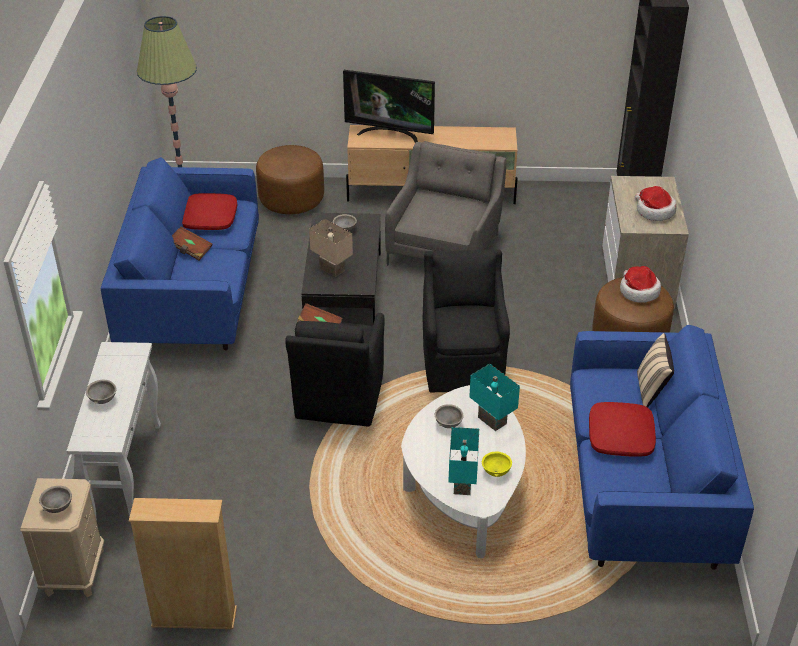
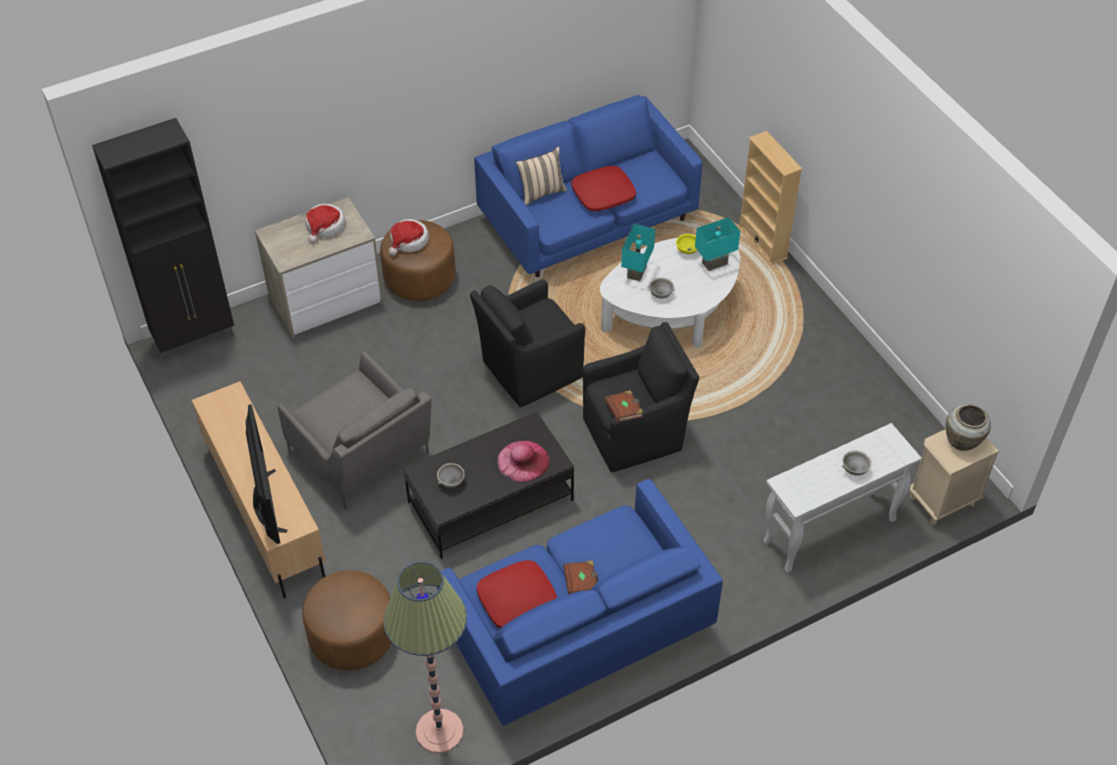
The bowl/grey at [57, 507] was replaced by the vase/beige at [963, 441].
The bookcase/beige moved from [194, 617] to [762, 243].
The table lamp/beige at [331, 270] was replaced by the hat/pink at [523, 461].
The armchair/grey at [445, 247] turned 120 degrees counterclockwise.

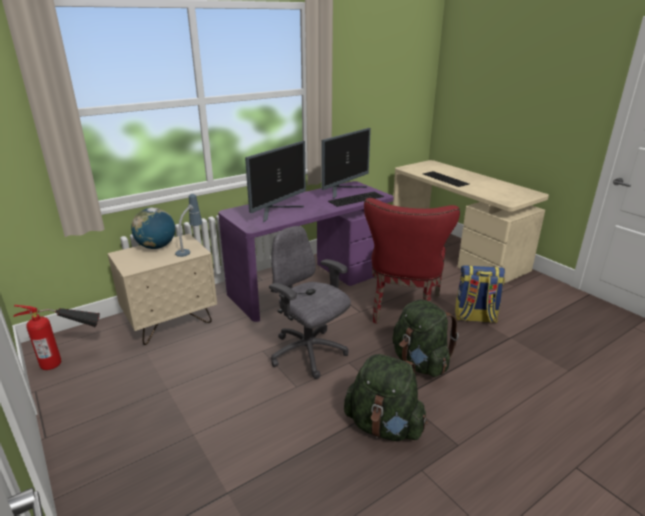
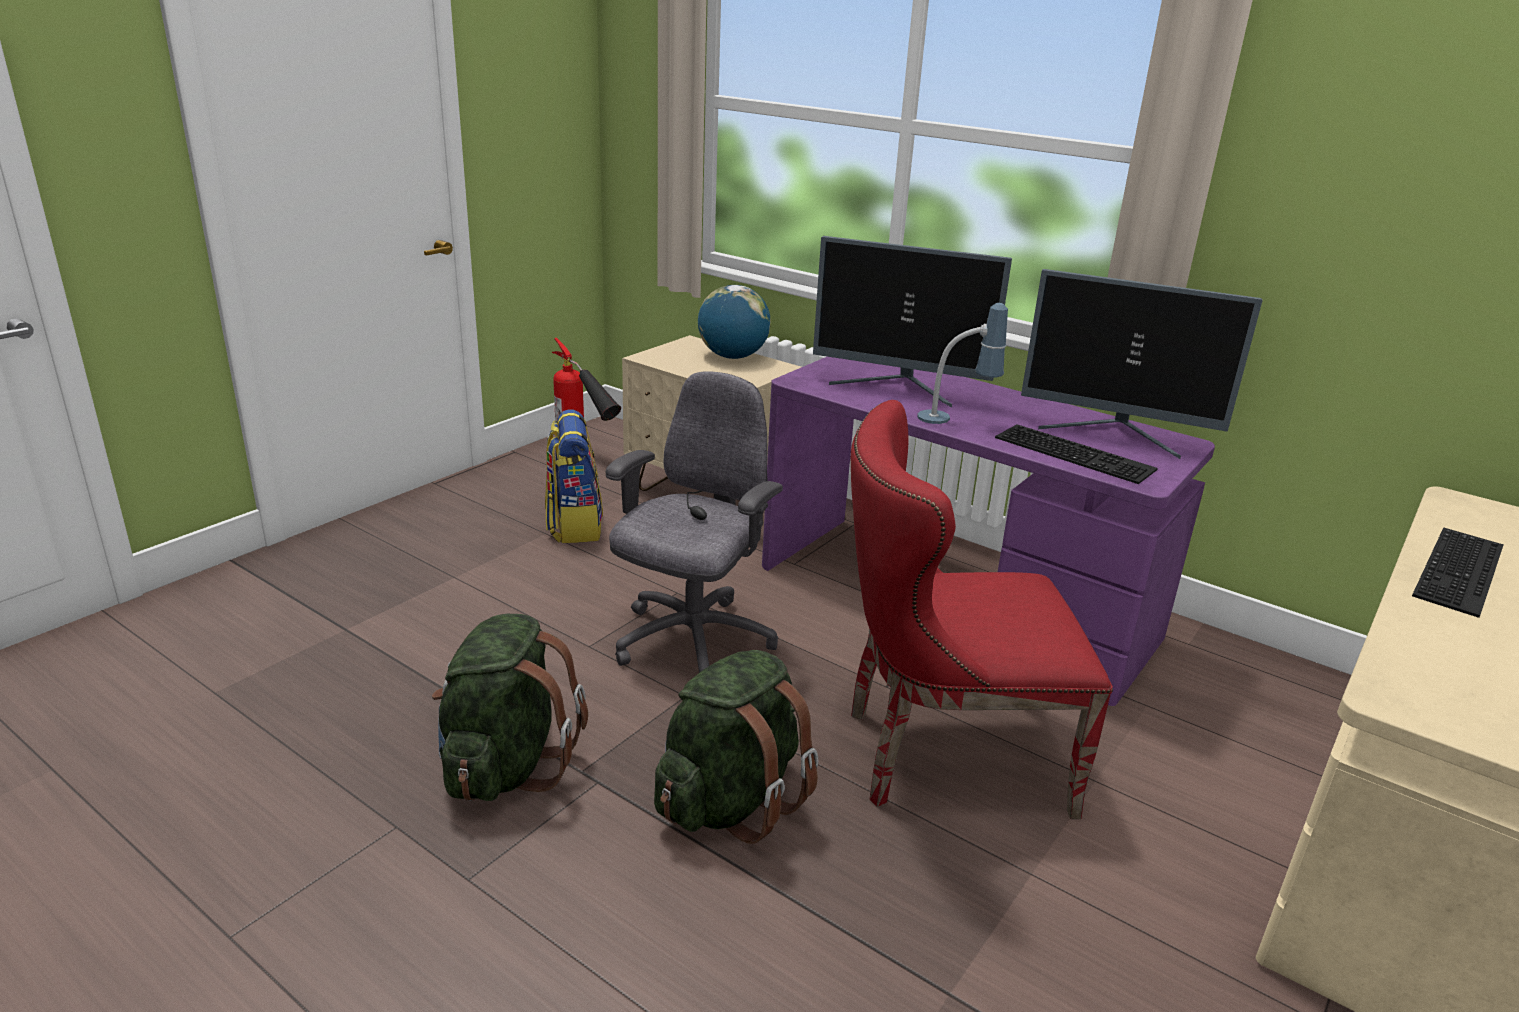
The table lamp moved from [190, 249] to [956, 421].
The backpack moved from [474, 317] to [574, 525].

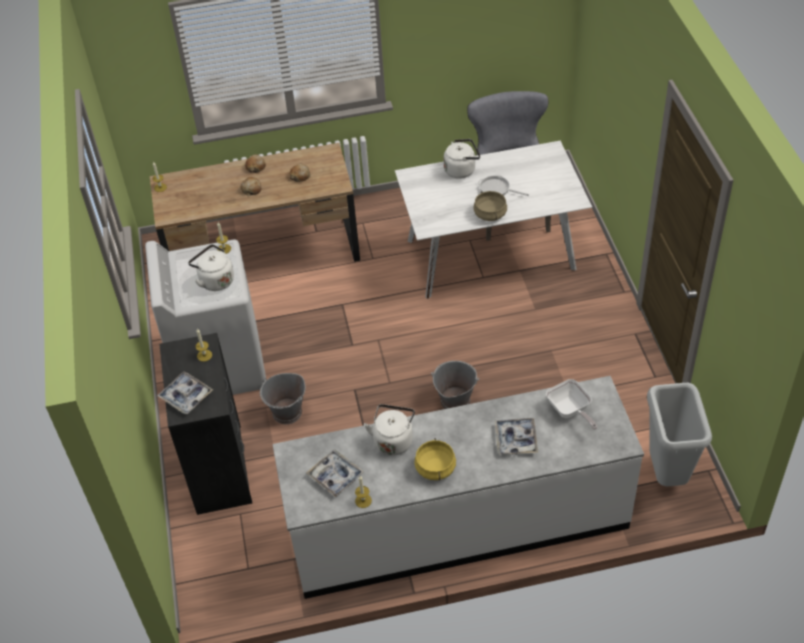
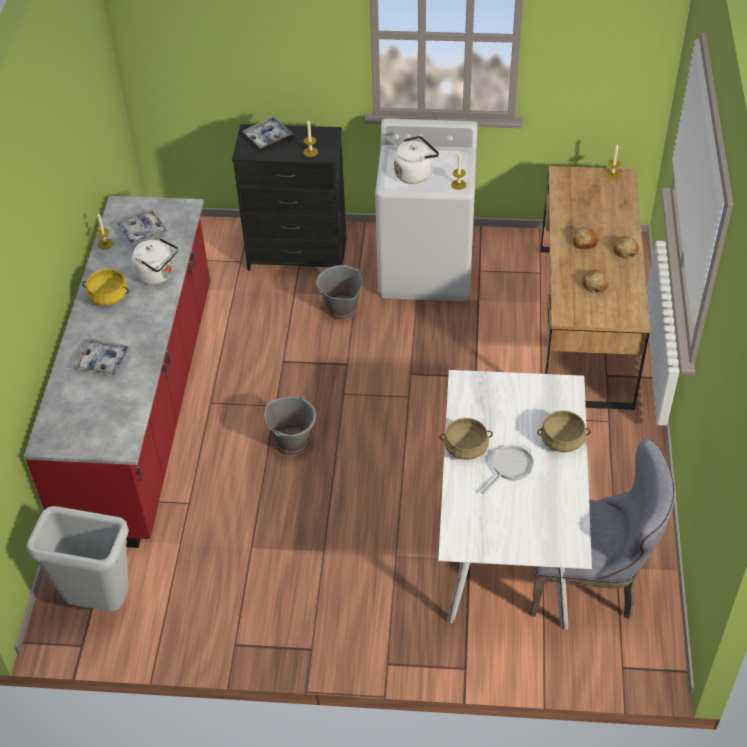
The counter/white at [458, 523] became the counter/red at [143, 407].
The kettle/white at [461, 170] was replaced by the cooking pot/beige at [562, 441].
The frying pan at [570, 411] disappeared.

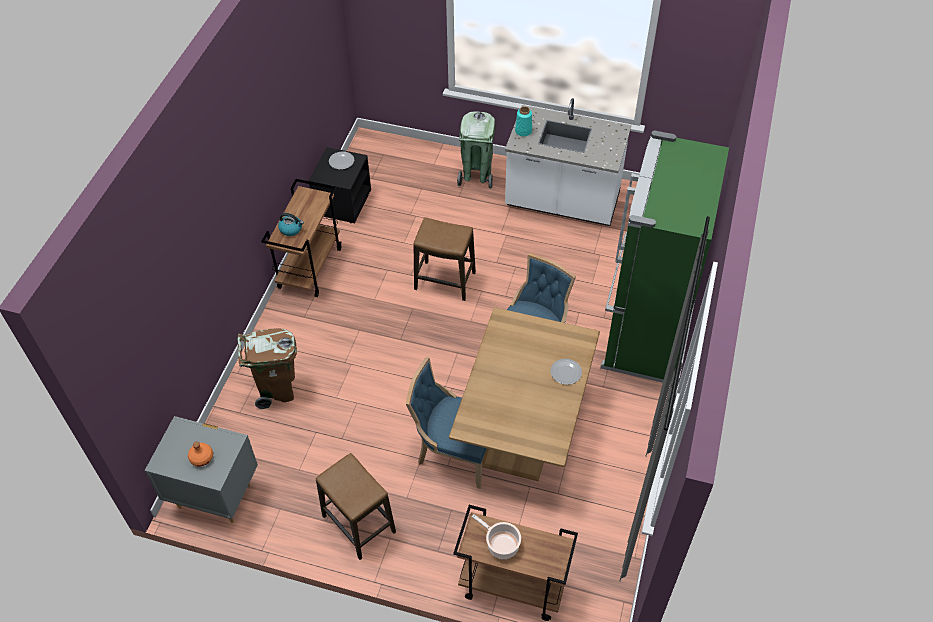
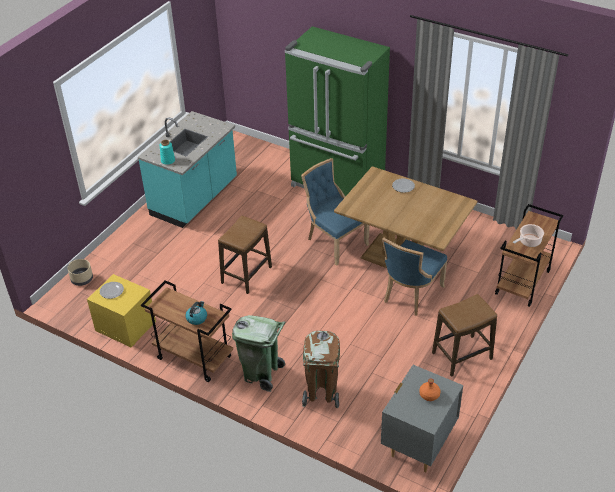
The nightstand/black at [342, 202] became the nightstand/yellow at [125, 326].
The trash can/green moved from [476, 176] to [261, 374].
The counter/white at [562, 202] became the counter/turquoise at [195, 198].
The planter/beige at [82, 279] appeared.

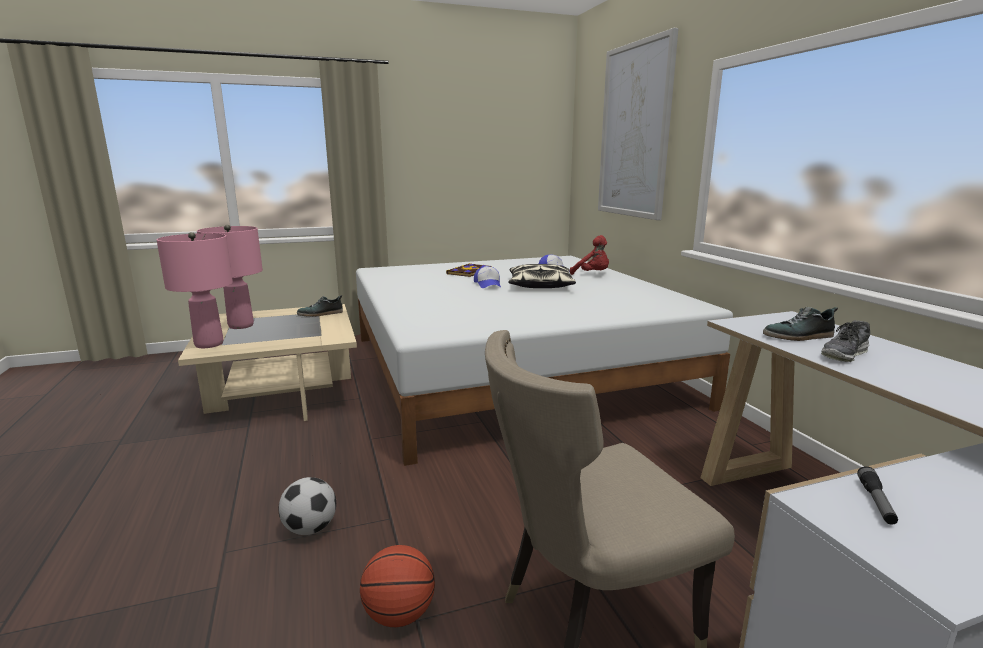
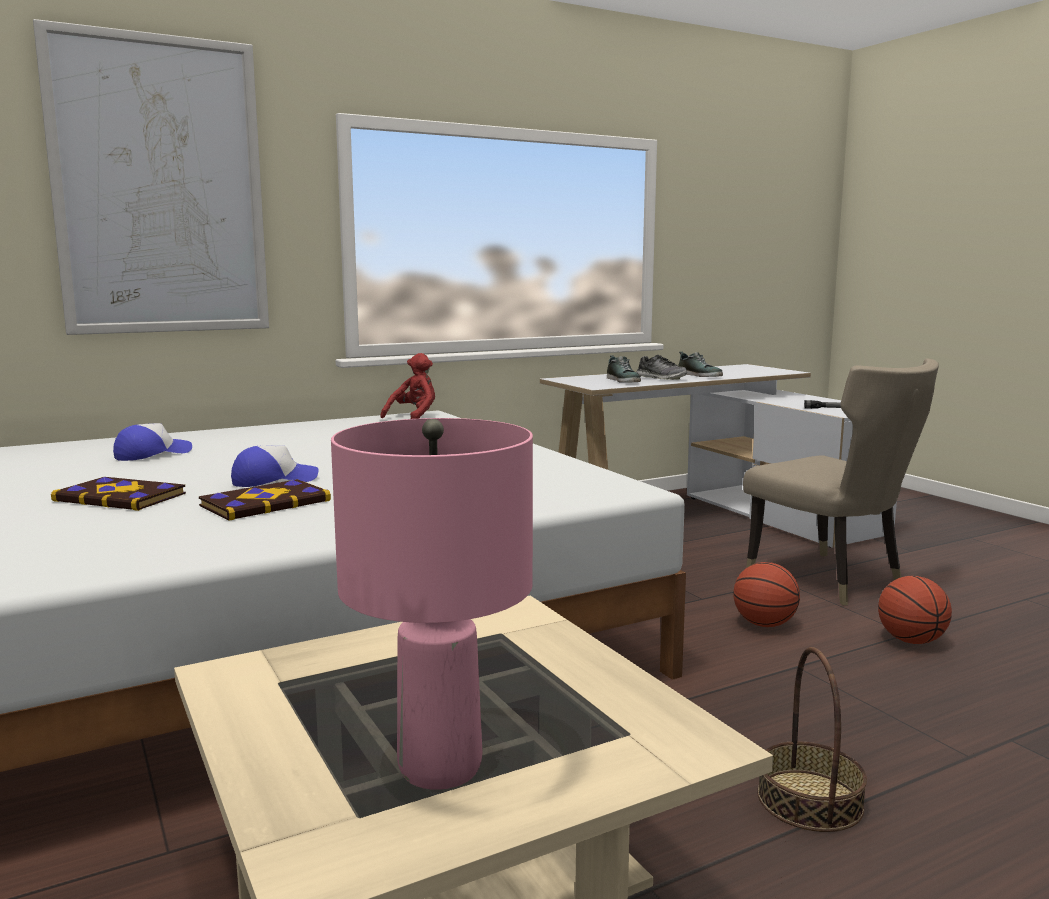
The table lamp/pink at [209, 344] disappeared.
The football at [310, 528] disappeared.
The shoe moved from [320, 314] to [700, 375].
The pillow at [540, 285] disappeared.
The plush toy/red moved from [592, 275] to [414, 417].
The book at [265, 503] appeared.
The basketball at [764, 624] appeared.
The basket at [809, 800] appeared.

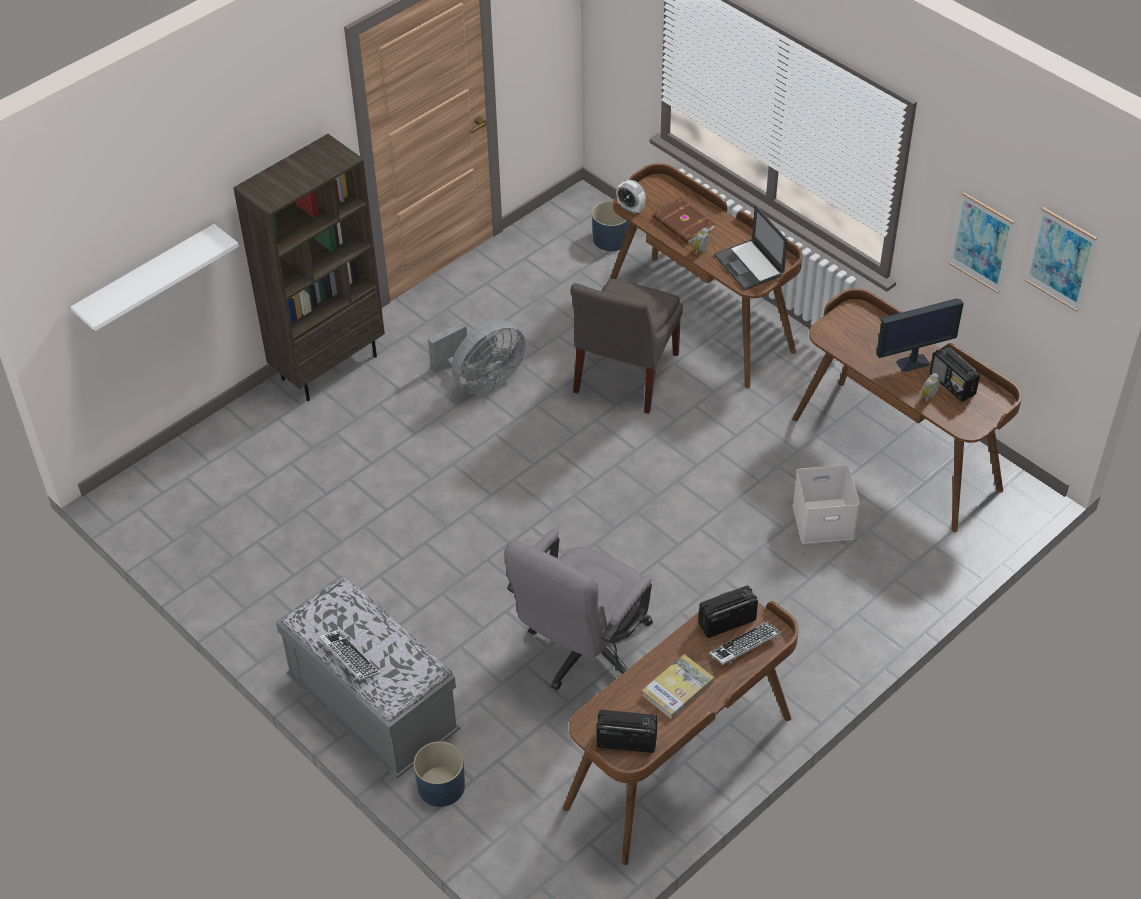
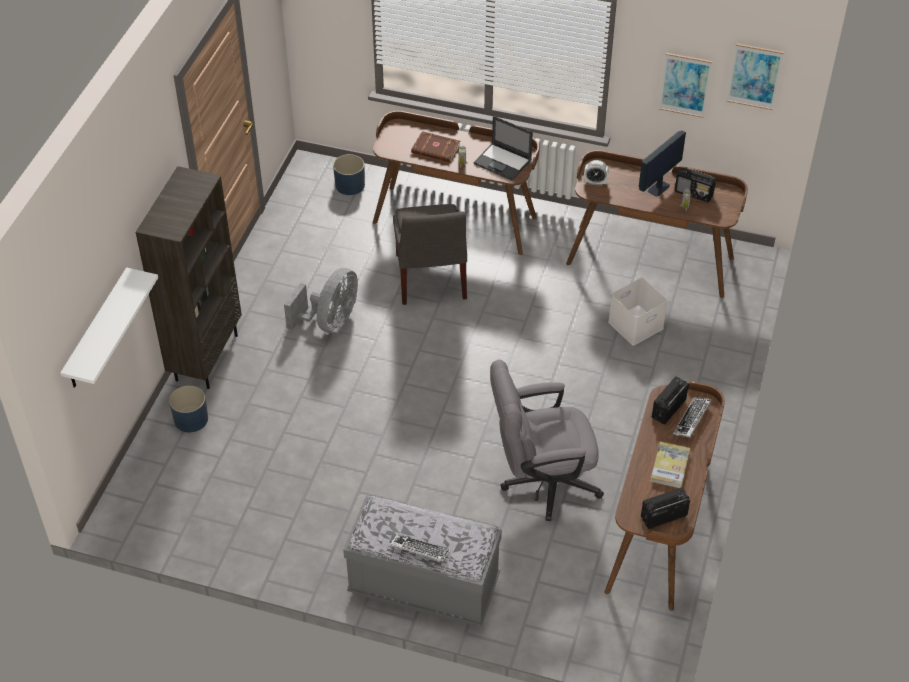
The planter/blue moved from [441, 786] to [191, 419].
The office chair/grey at [582, 653] turned 75 degrees clockwise.
The alarm clock moved from [630, 208] to [595, 182].

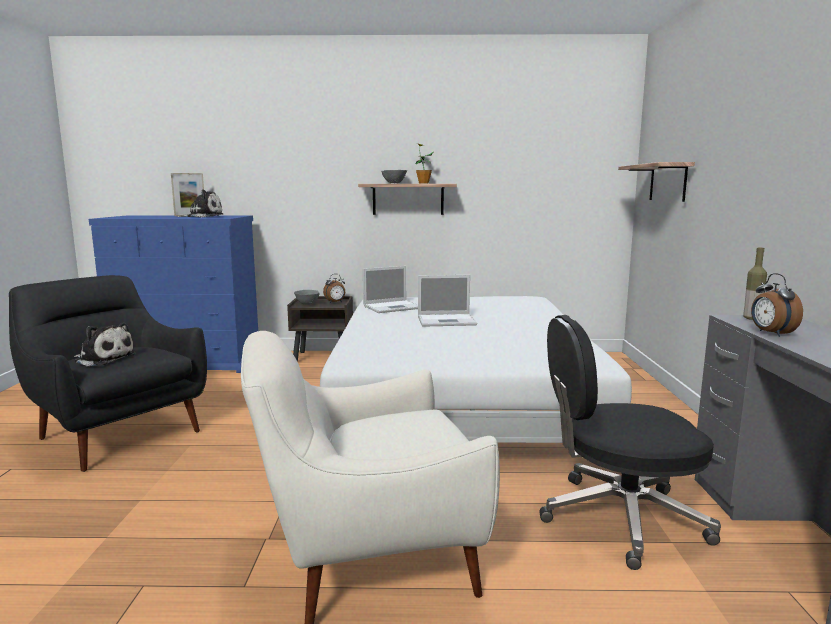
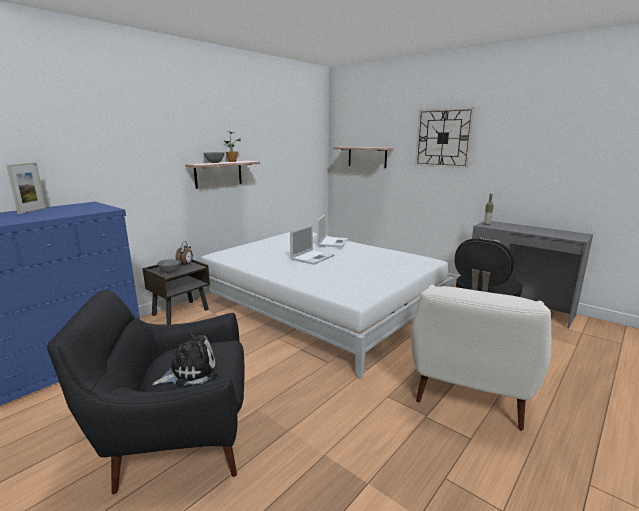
The plush toy at [203, 216] disappeared.
The laptop moved from [393, 307] to [332, 242].
The alarm clock at [770, 333] disappeared.
The wall clock at [443, 138] appeared.

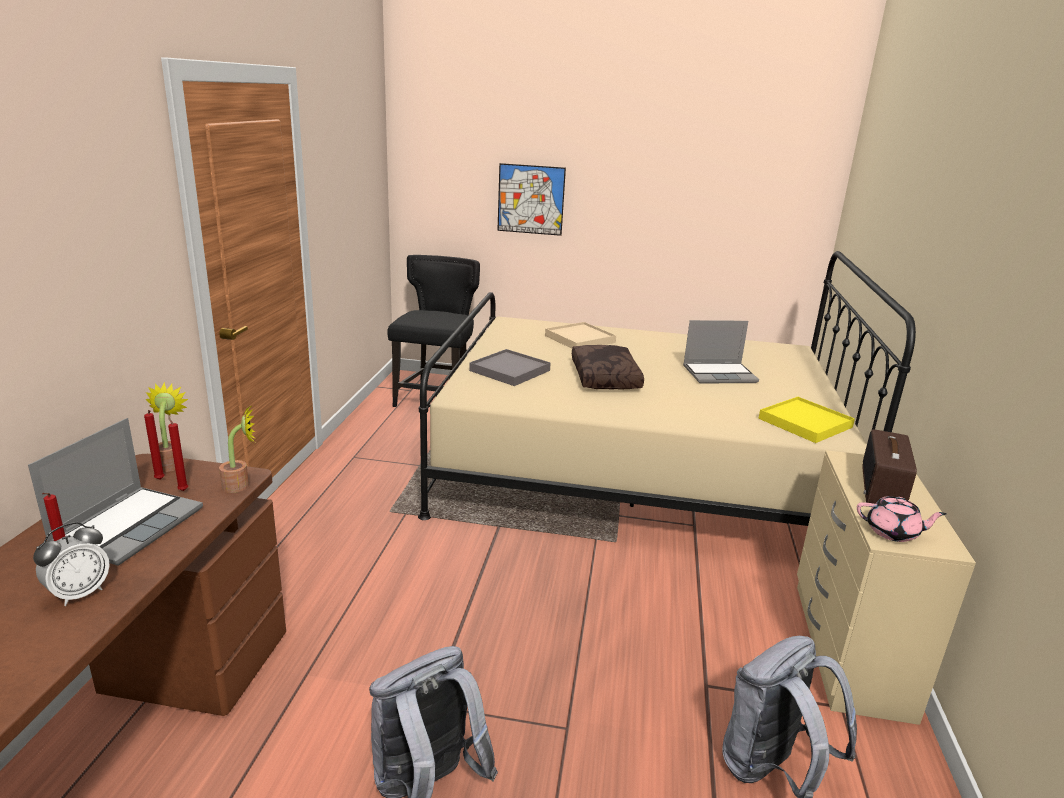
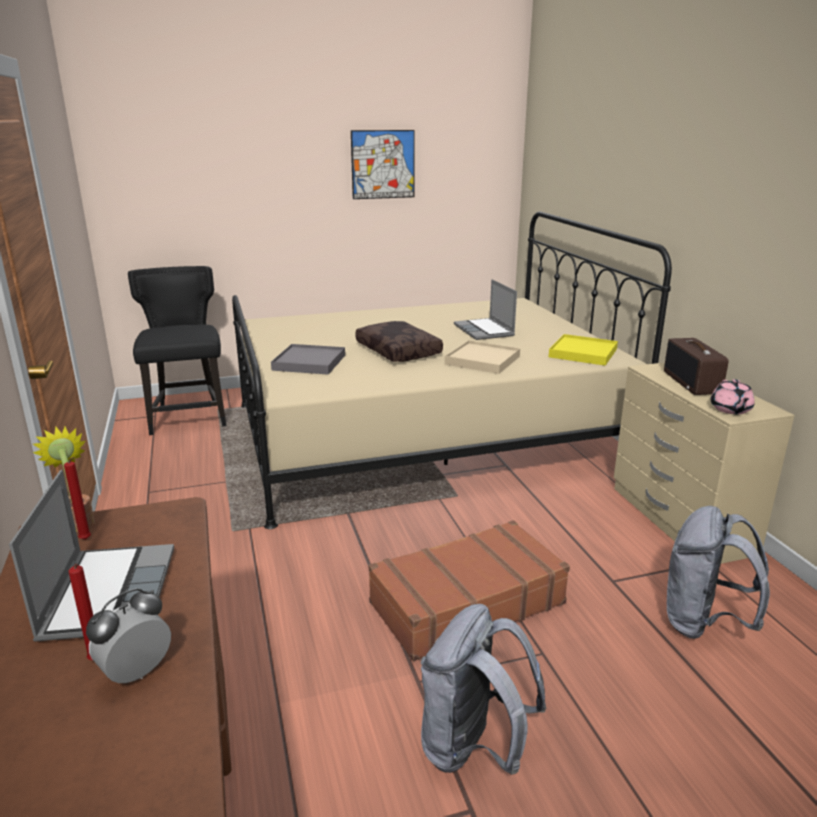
The alarm clock at [79, 593] turned 150 degrees counterclockwise.
The candle/red at [182, 490] disappeared.
The potted plant at [241, 485] disappeared.
The picture moved from [531, 199] to [383, 164].
The tray/beige moved from [580, 339] to [483, 360].
The laptop at [720, 374] turned 105 degrees clockwise.
The teapot/pink at [893, 532] turned 105 degrees clockwise.
The suitcase/brown at [466, 602] appeared.

